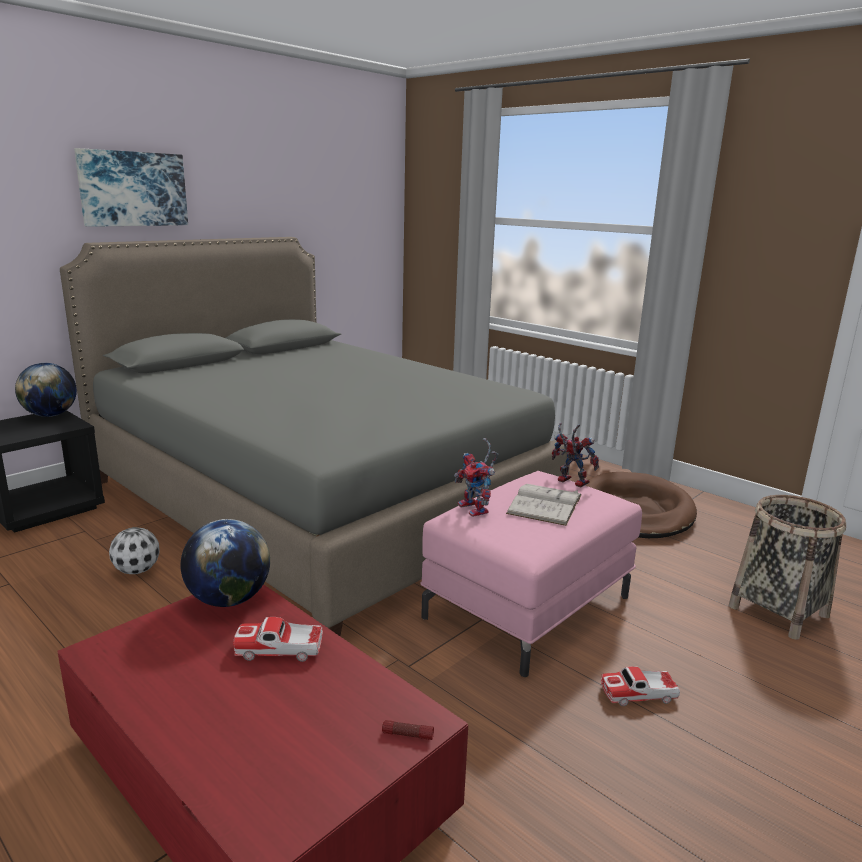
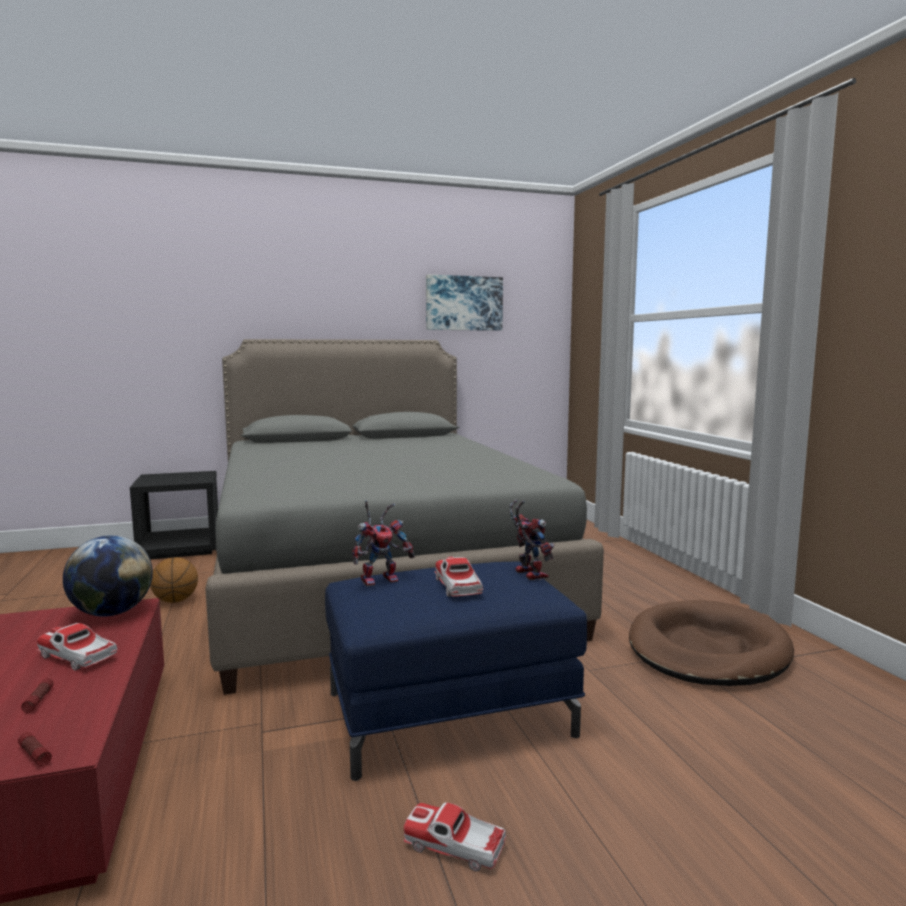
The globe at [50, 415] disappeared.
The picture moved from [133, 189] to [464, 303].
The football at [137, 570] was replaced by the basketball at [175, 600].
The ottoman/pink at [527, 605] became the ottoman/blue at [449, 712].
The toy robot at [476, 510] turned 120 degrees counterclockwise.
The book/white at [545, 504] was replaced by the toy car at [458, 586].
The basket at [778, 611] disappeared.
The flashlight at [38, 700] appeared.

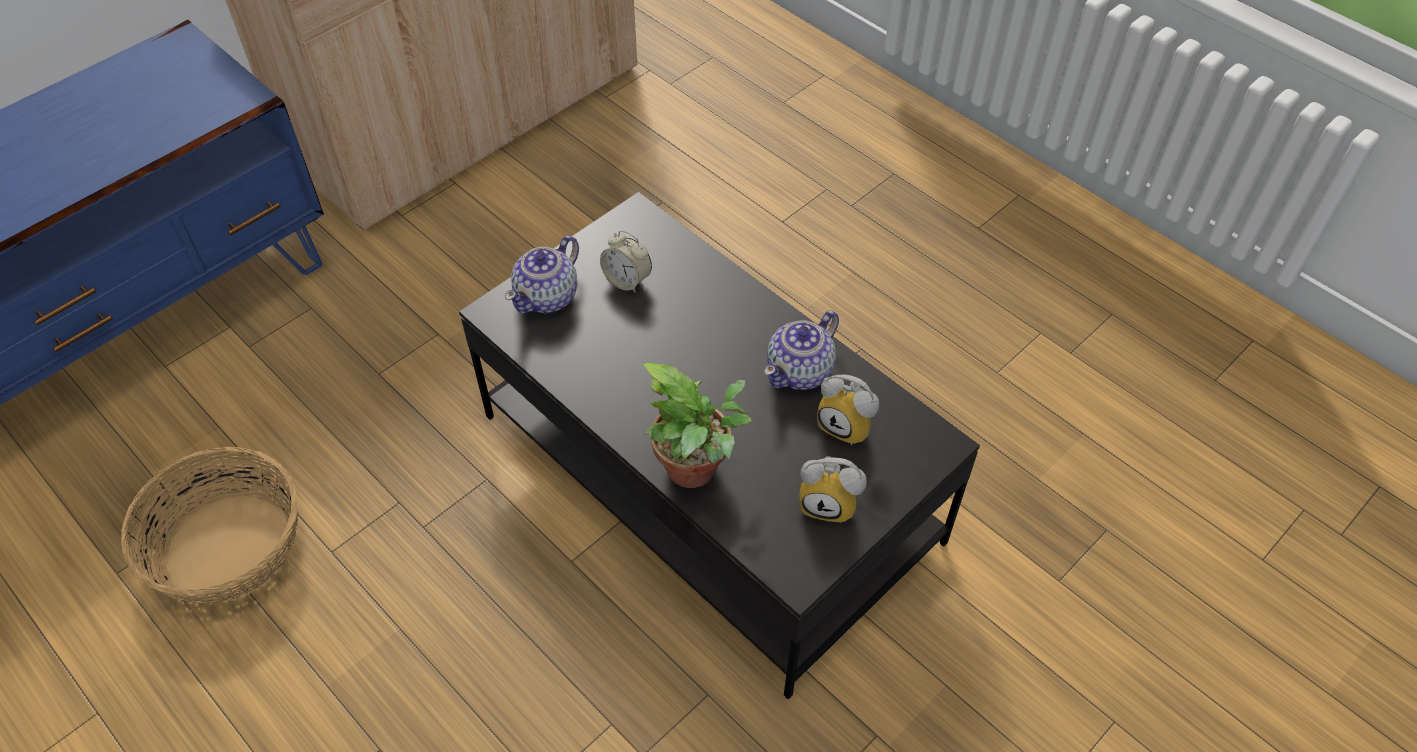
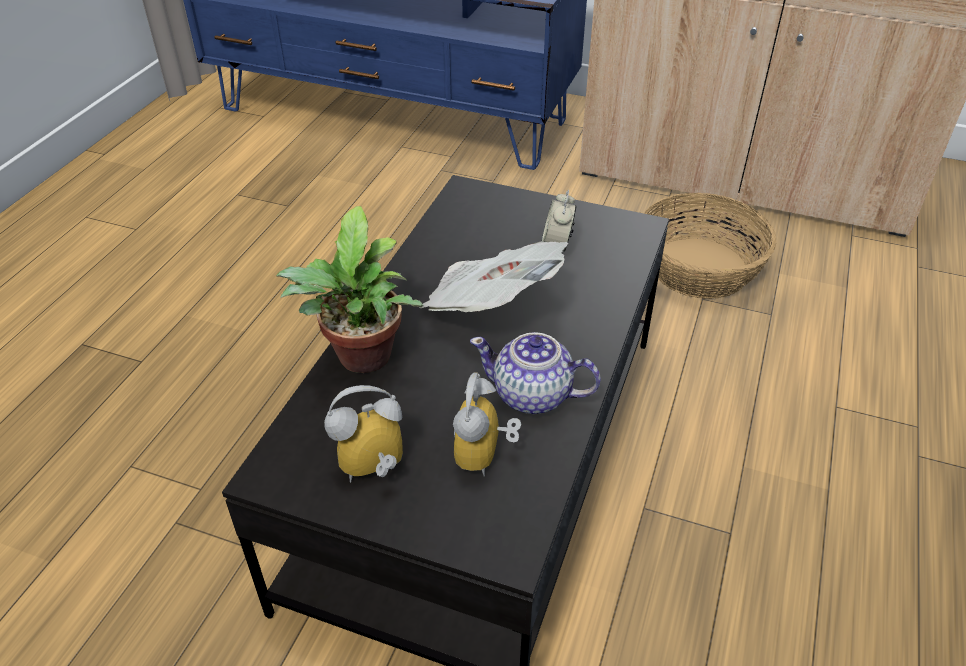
The basket moved from [228, 548] to [698, 268].
The teapot at [548, 296] disappeared.
The alarm clock at [830, 502] turned 75 degrees clockwise.
The newspaper at [491, 305] appeared.

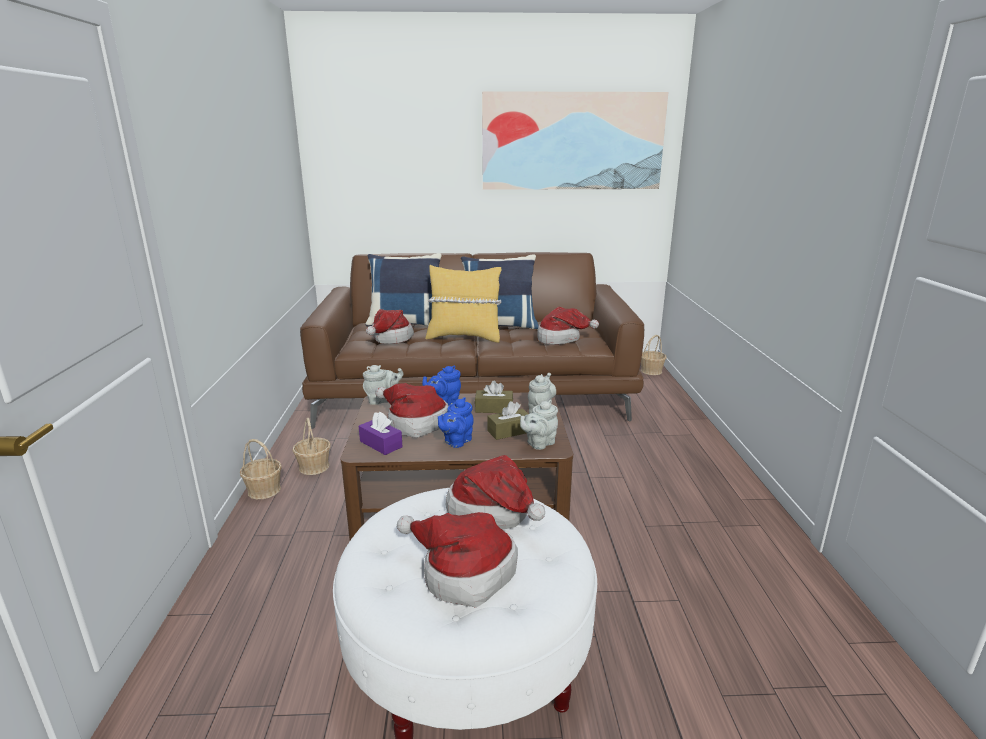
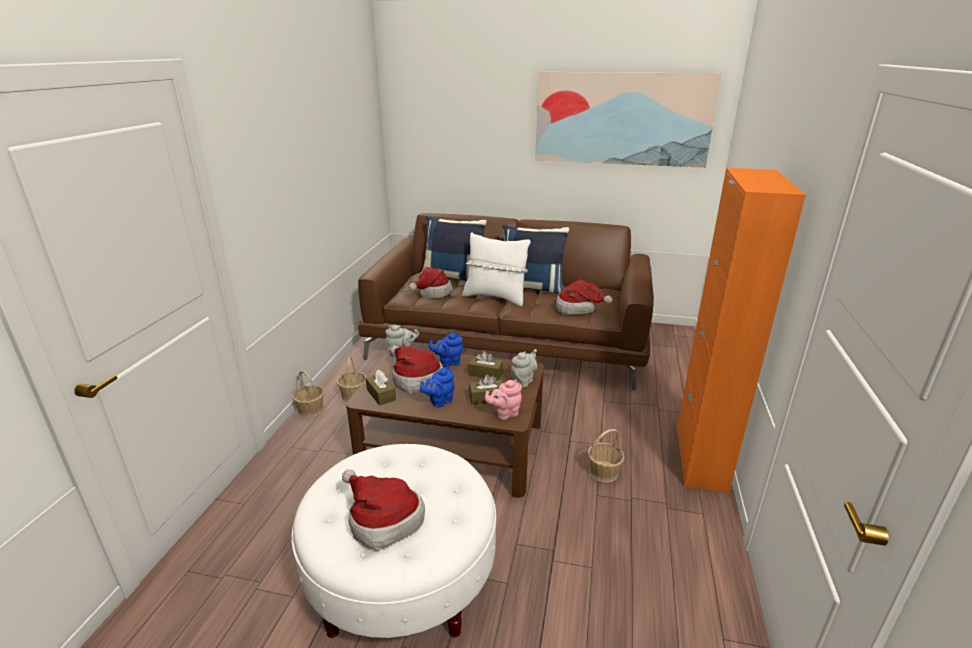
The tissue box/purple at [381, 444] became the tissue box/brown at [381, 395].
The pillow/yellow at [464, 337] became the pillow/white at [495, 297].
The hat at [494, 514] disappeared.
The teapot/grey at [539, 443] became the teapot/pink at [504, 413].
The basket moved from [651, 371] to [604, 472].
The cabinet/orange at [700, 459] appeared.

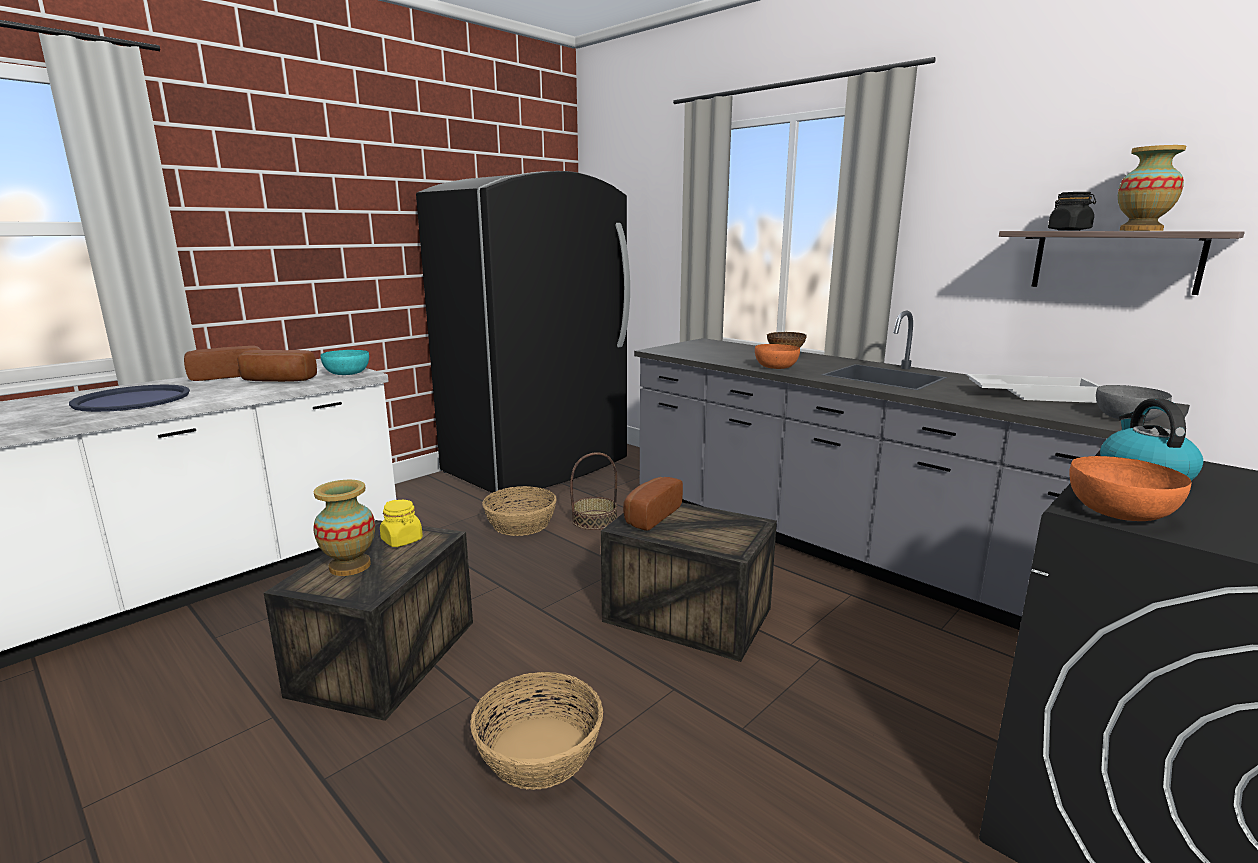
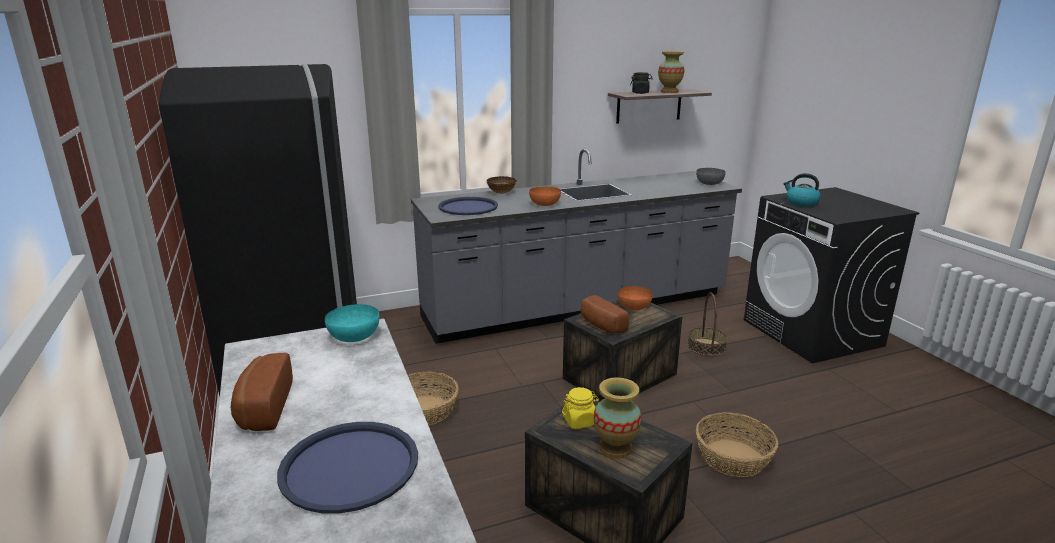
The bread at [276, 381] disappeared.
The basket moved from [594, 520] to [706, 347].
The tray/white at [1031, 395] disappeared.
The bowl/orange moved from [1119, 513] to [634, 307].
The tray/blue at [468, 207] appeared.

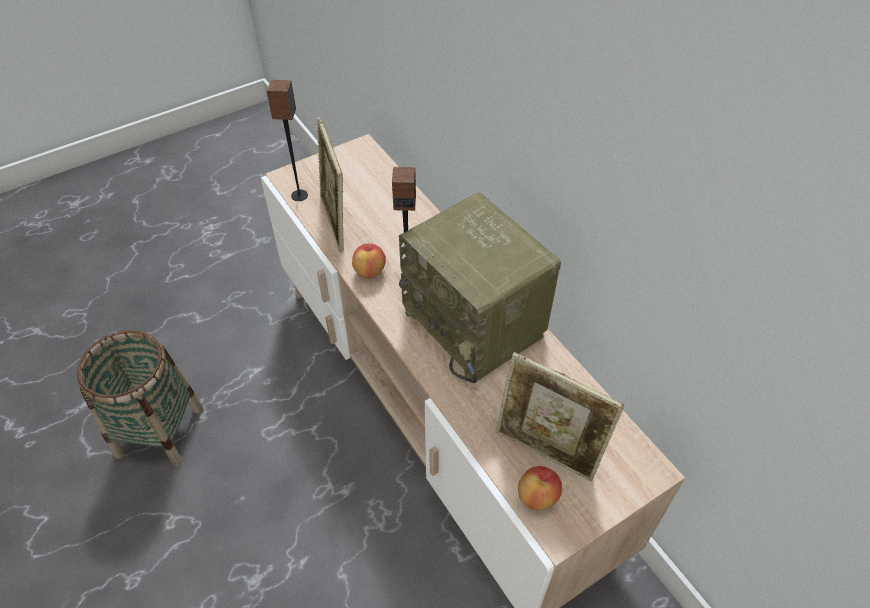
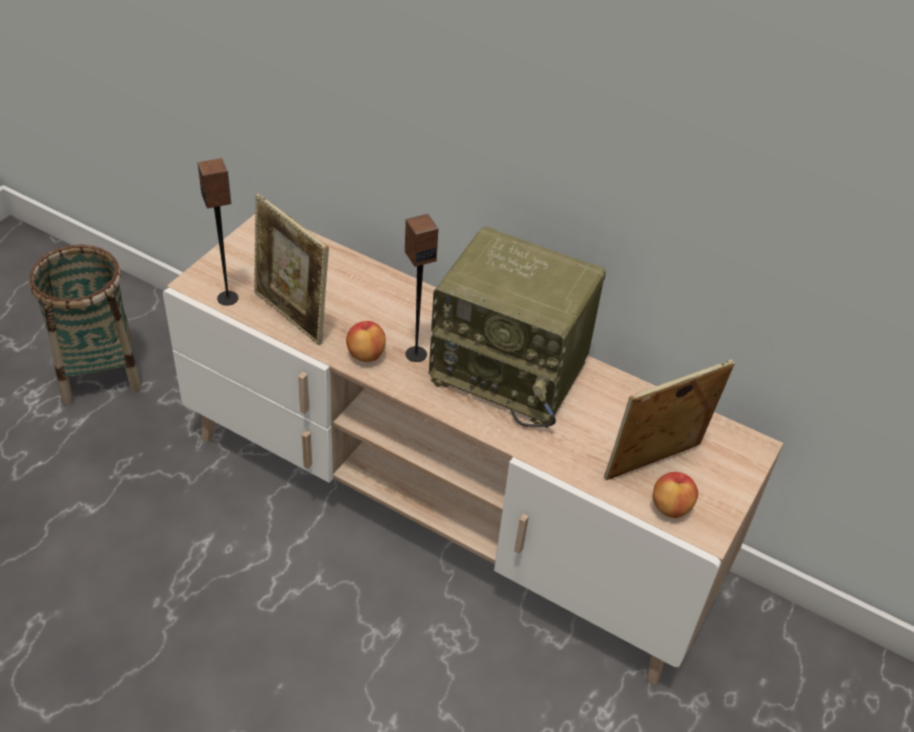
The basket moved from [160, 431] to [99, 371].
The picture frame at [546, 452] turned 150 degrees clockwise.

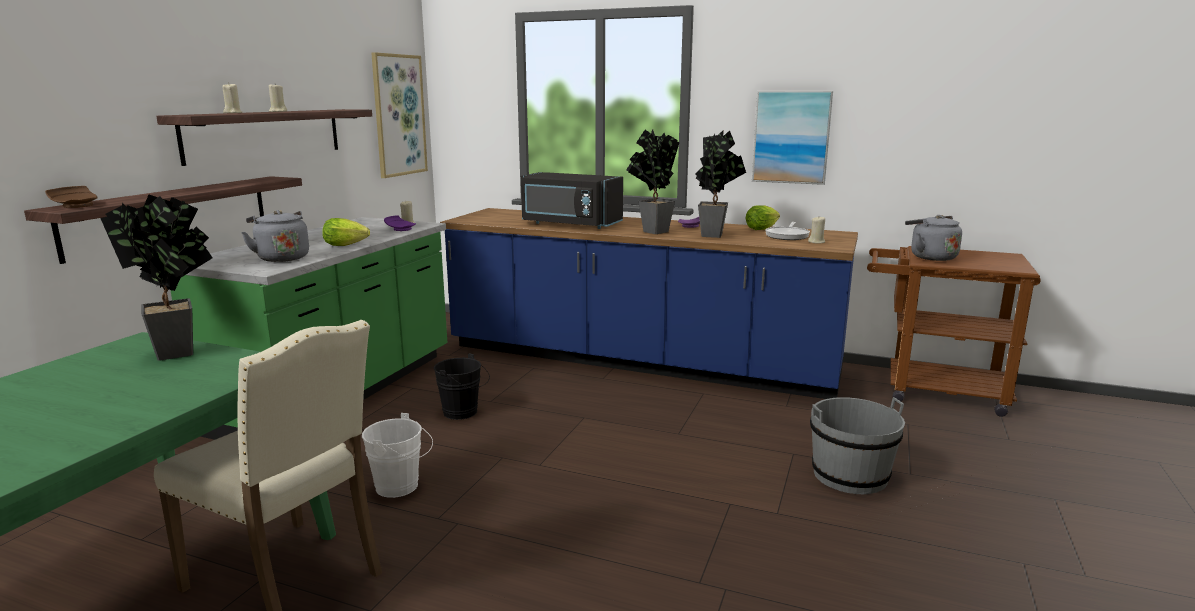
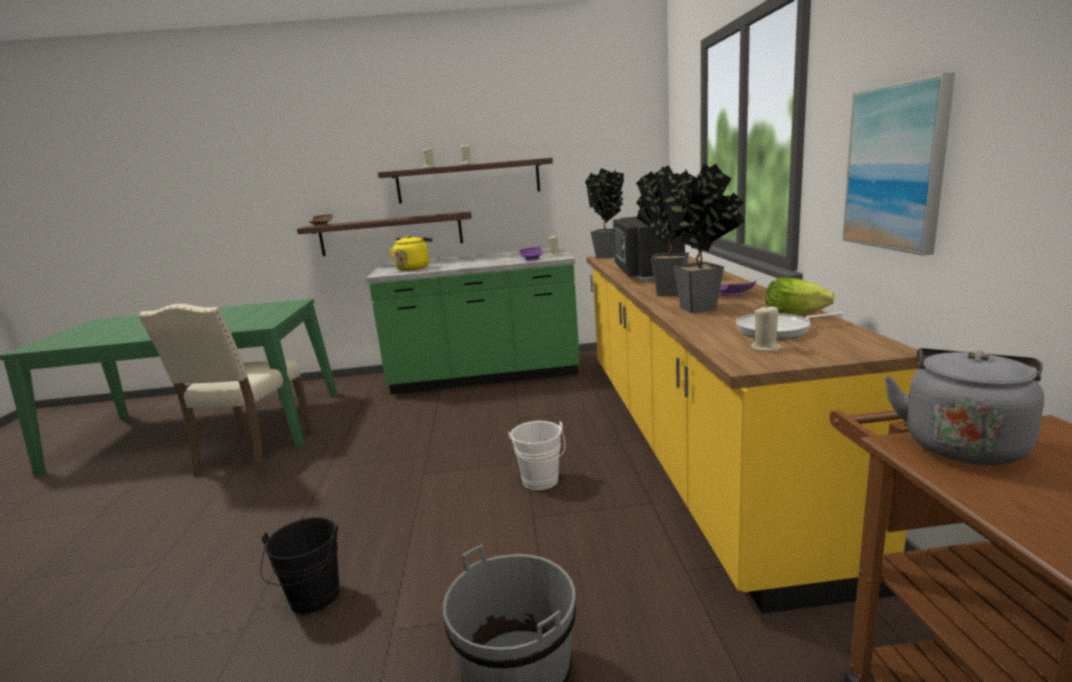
The potted plant moved from [182, 353] to [608, 257].
The kettle/grey at [281, 258] became the kettle/yellow at [414, 268].
The lettuce at [345, 245] disappeared.
The bucket/white moved from [401, 487] to [541, 482].
The picture at [399, 115] disappeared.
The bucket/black moved from [463, 413] to [313, 601].
The counter/blue at [638, 361] became the counter/yellow at [689, 443].

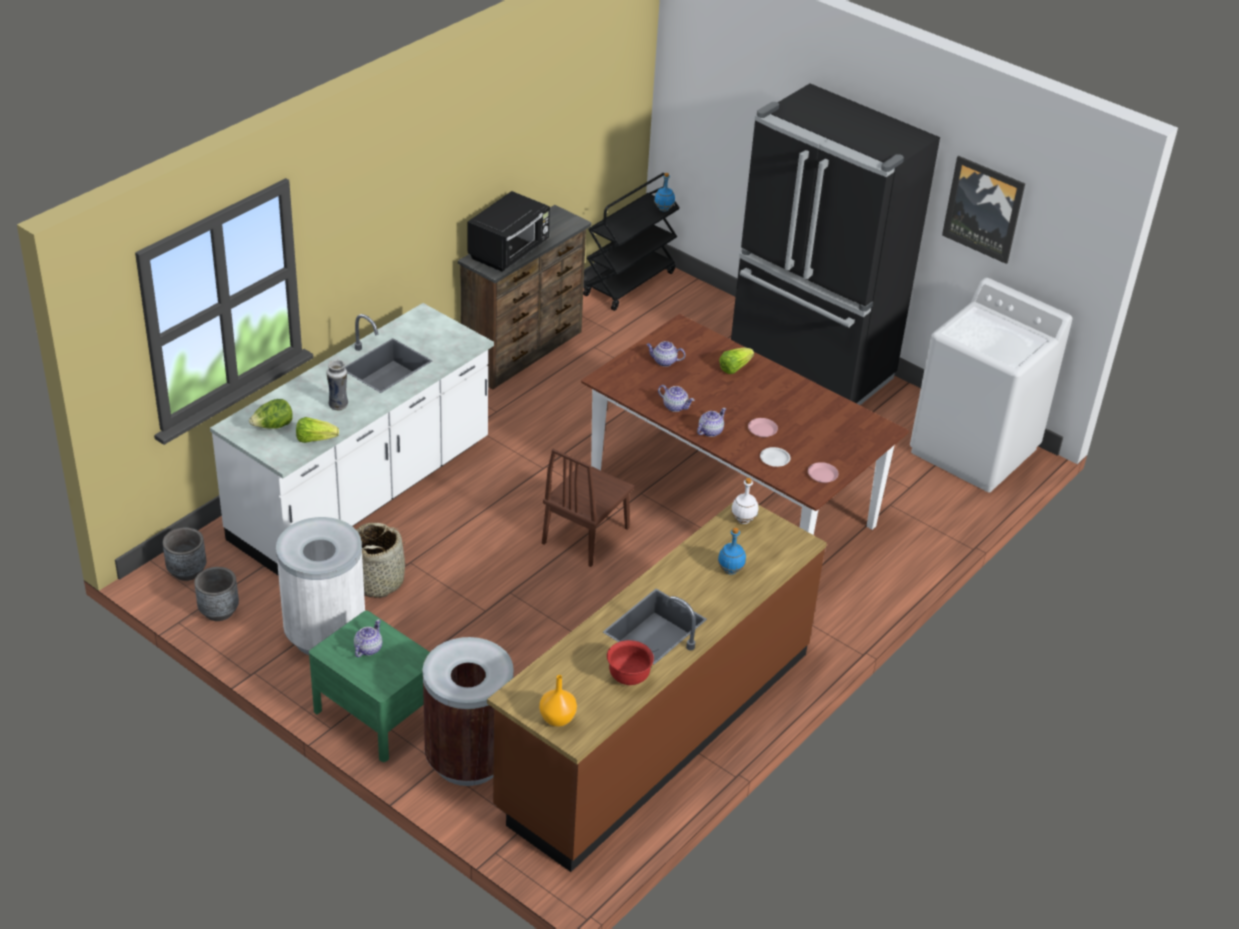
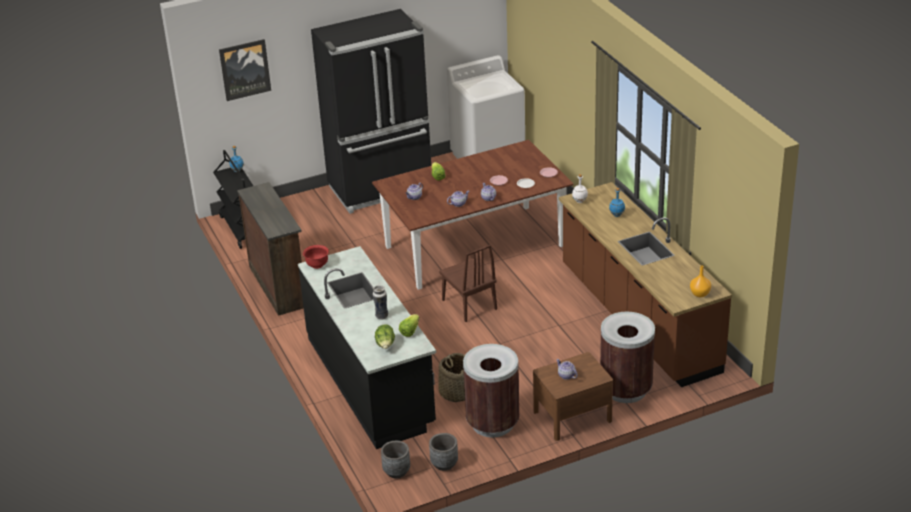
The counter/white at [362, 493] became the counter/black at [371, 381].
The trash can/white at [325, 634] became the trash can/brown at [492, 423].
The nightstand/green at [376, 714] became the nightstand/brown at [572, 416].
The microwave/black at [509, 251] disappeared.
The bowl/red moved from [628, 677] to [317, 265].
The picture moved from [984, 209] to [245, 69].

